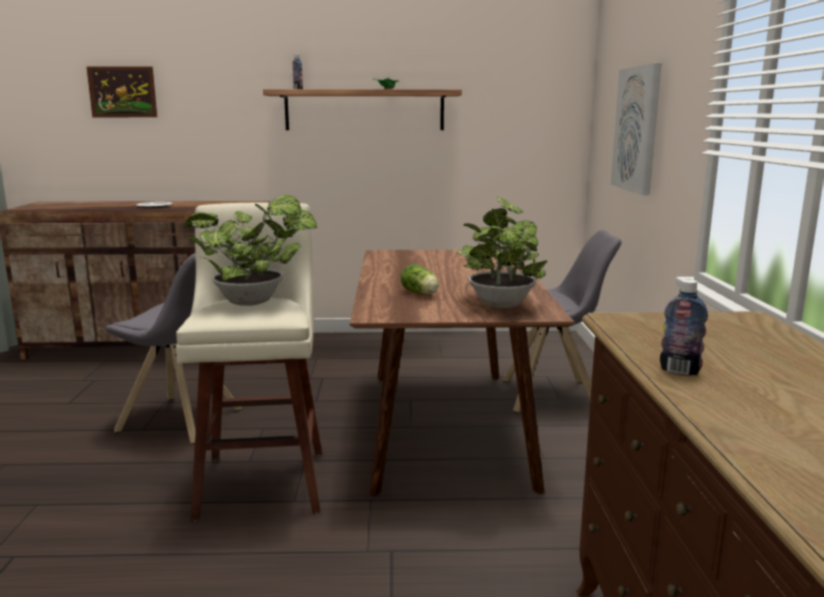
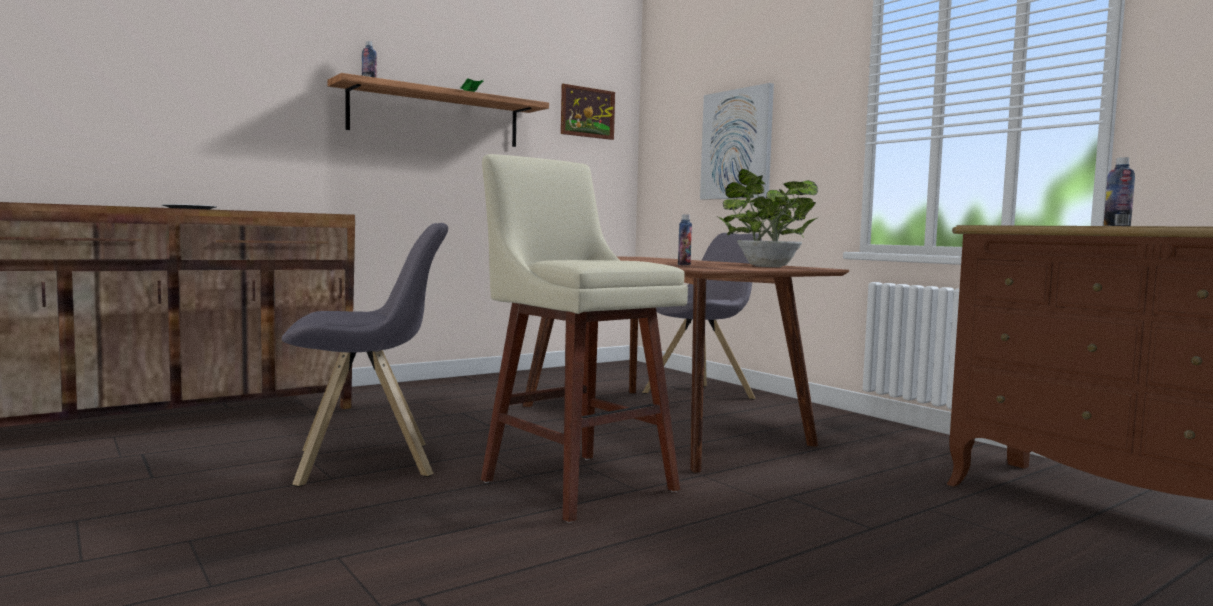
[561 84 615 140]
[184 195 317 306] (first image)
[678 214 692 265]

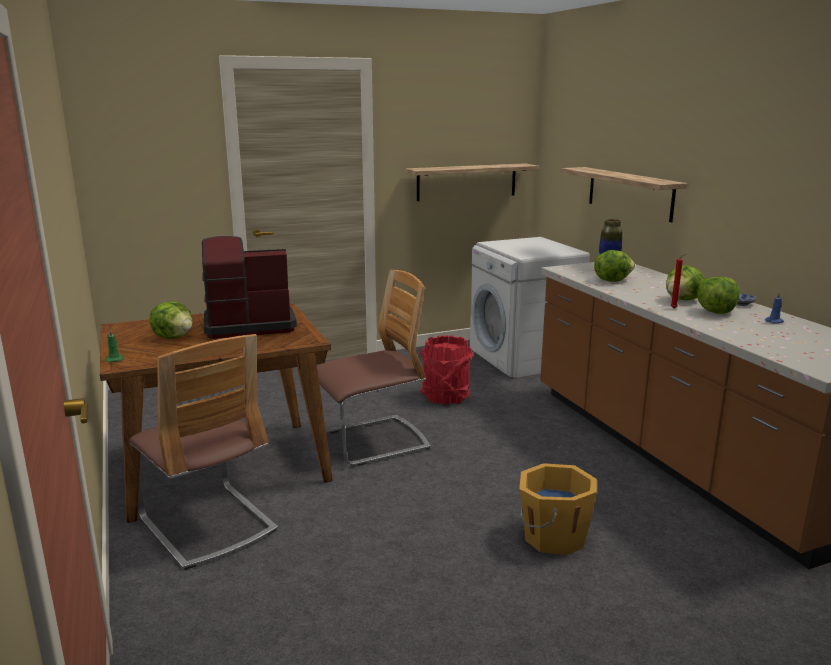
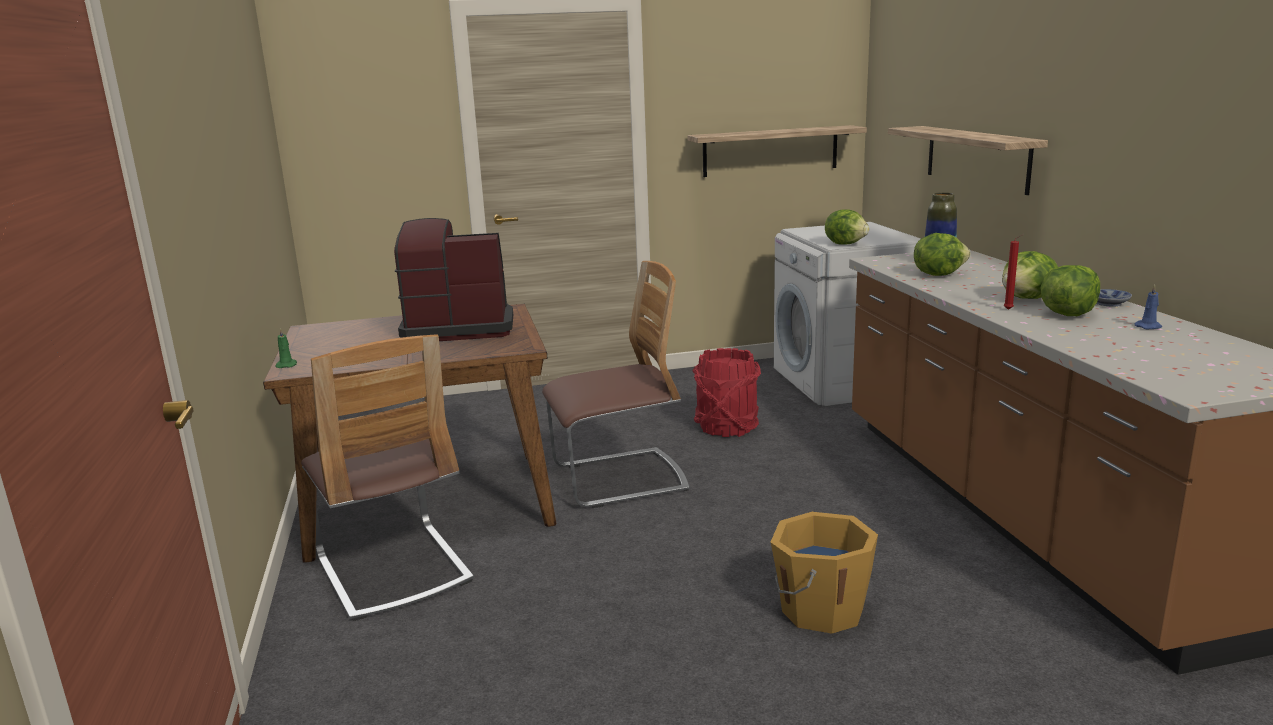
[825 209 869 245]

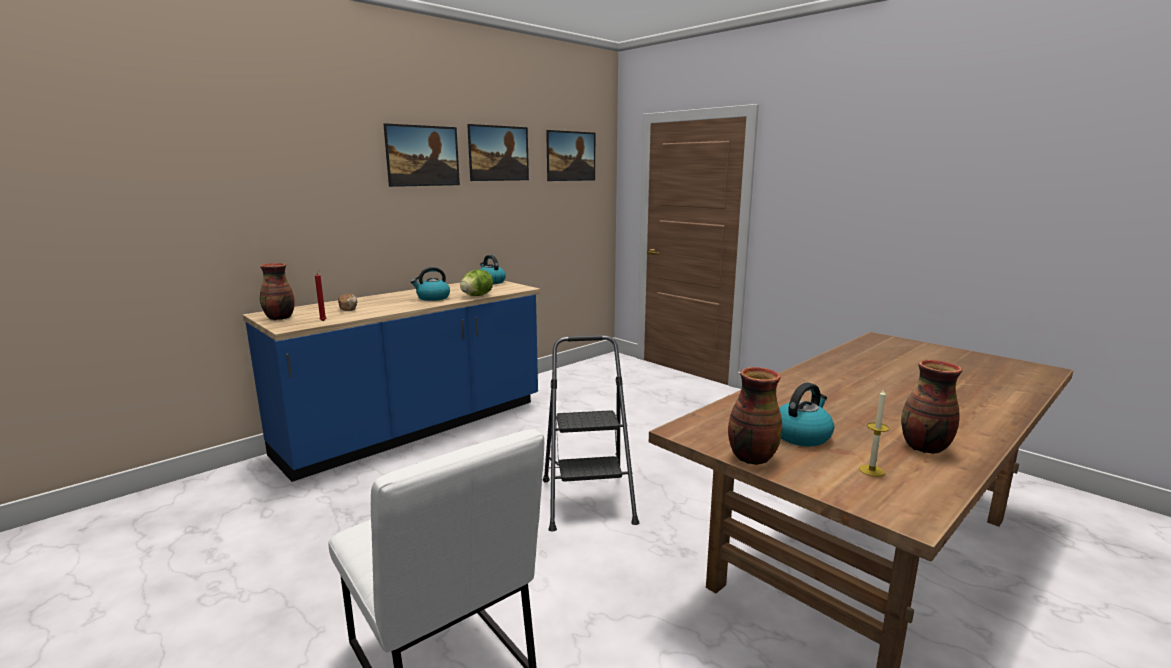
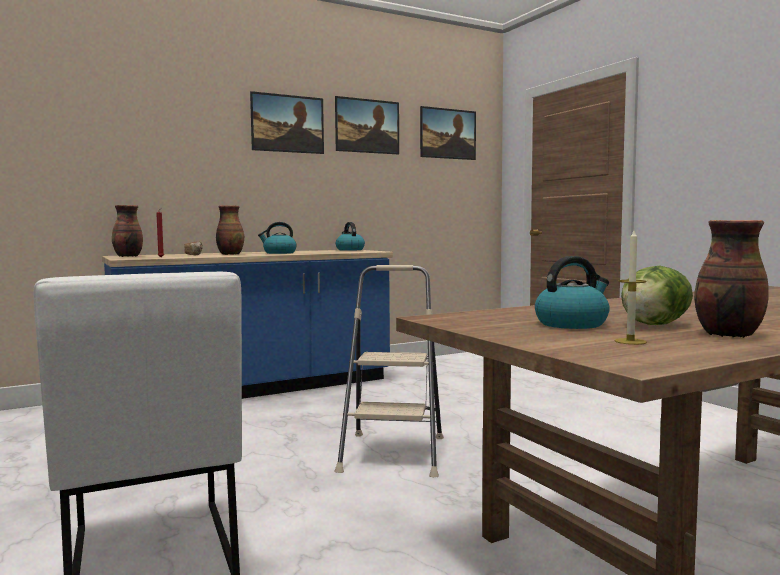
[621 266 693 325]
[334 265 444 477]
[216 206 244 255]

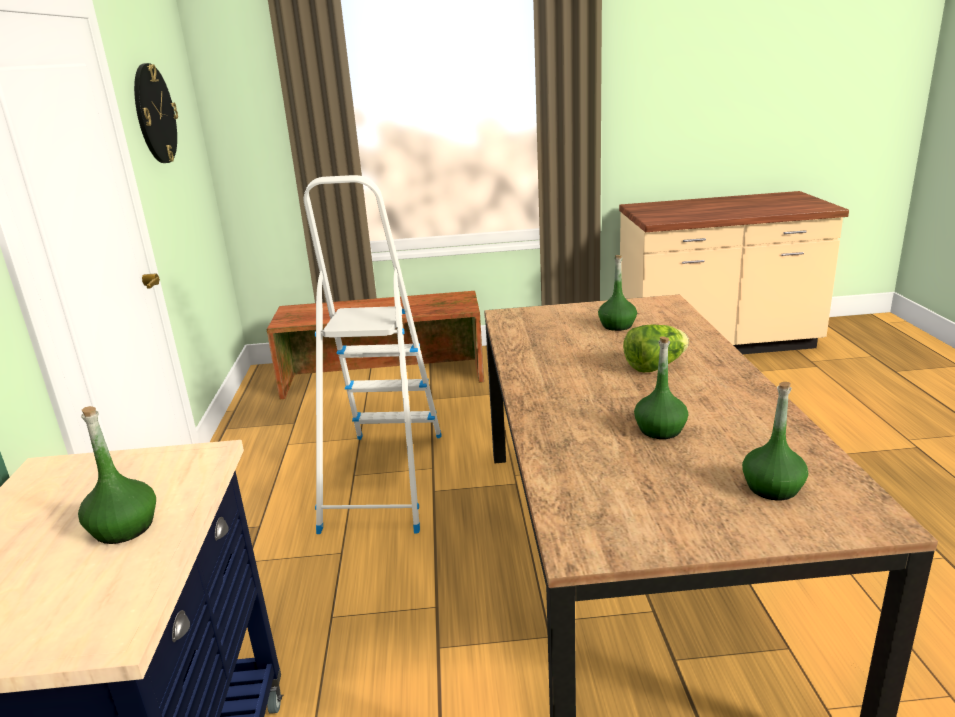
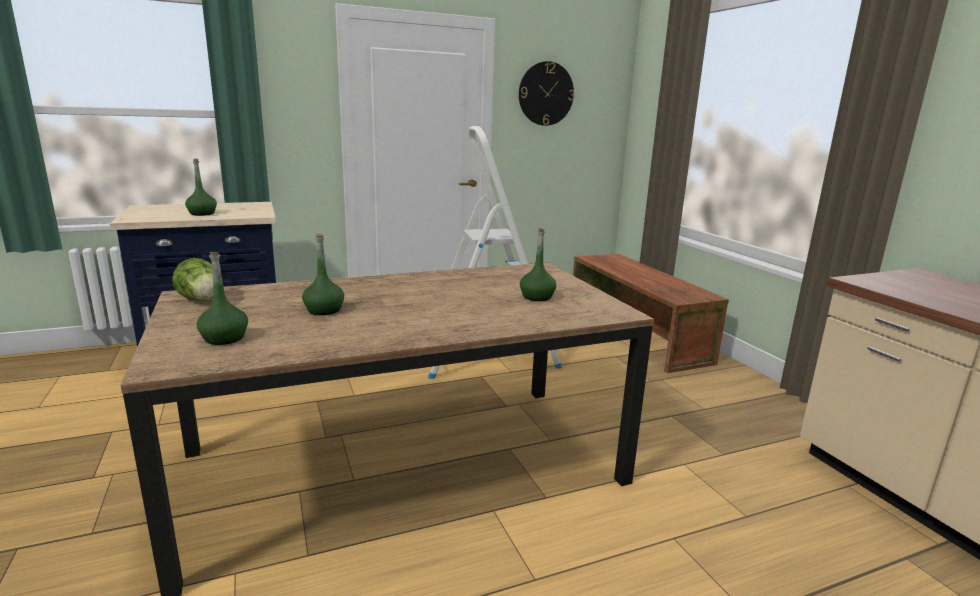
[172 258 214 301]

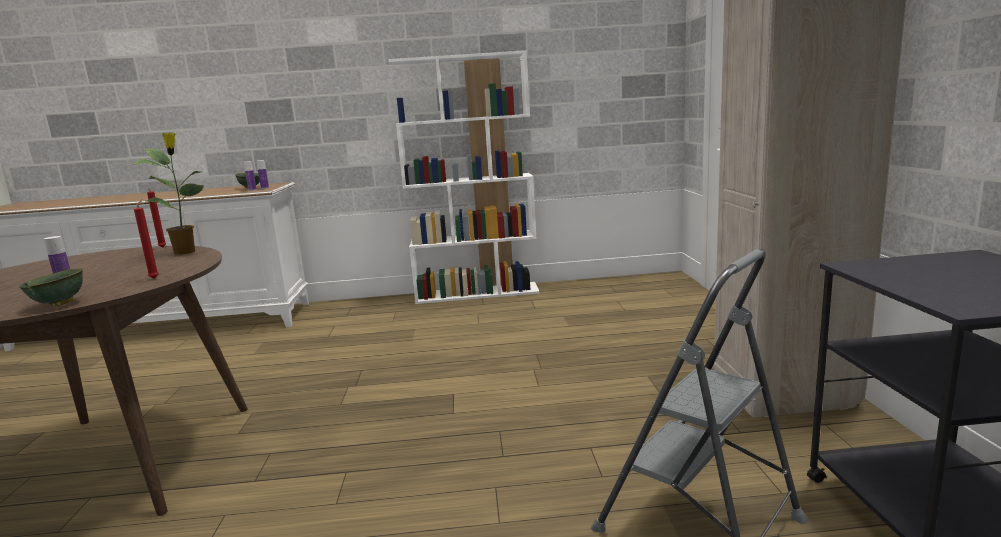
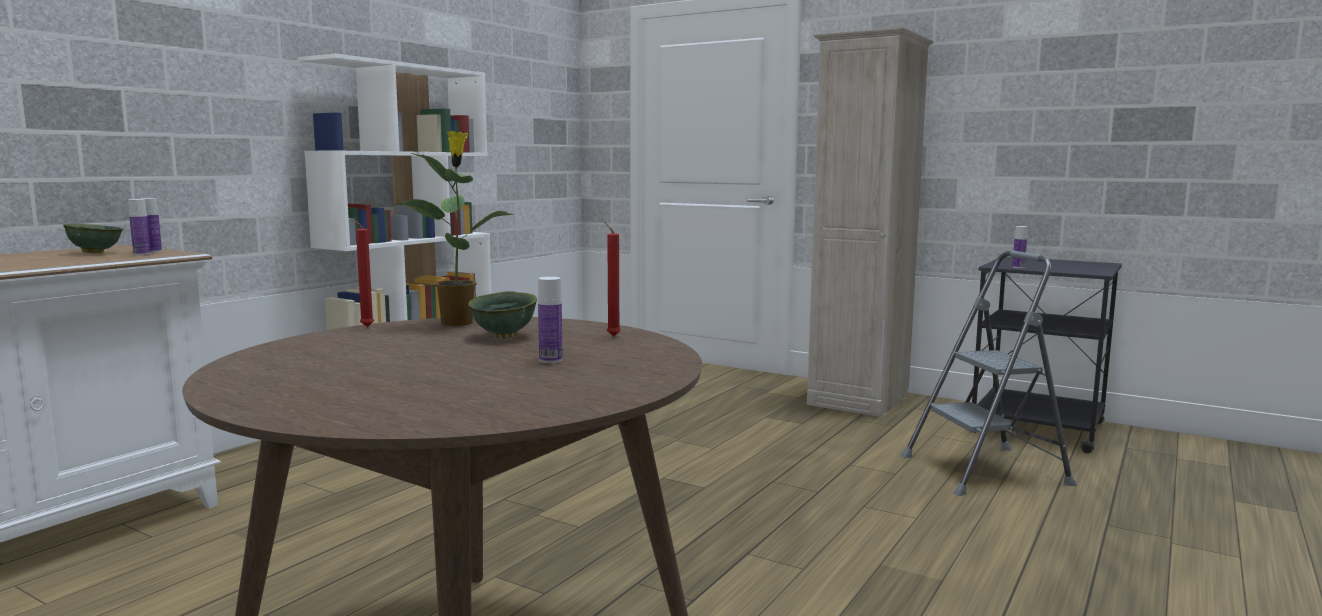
[468 292 537 338]
[1012 226 1028 268]

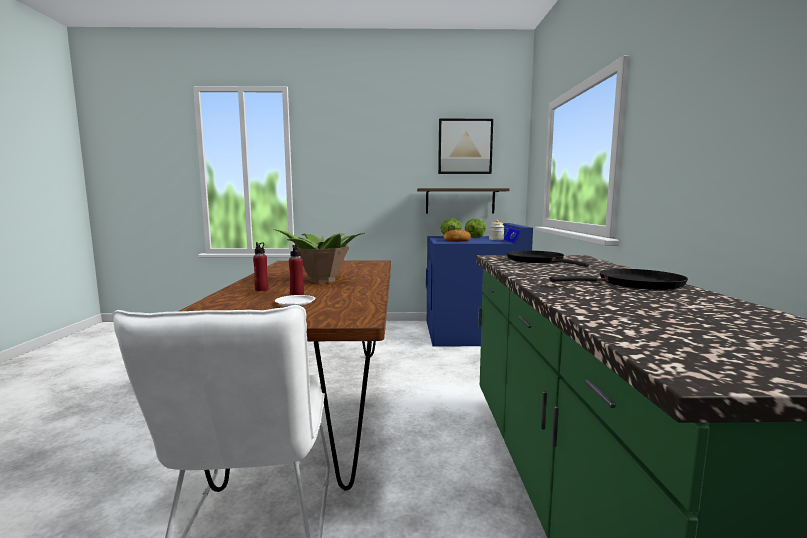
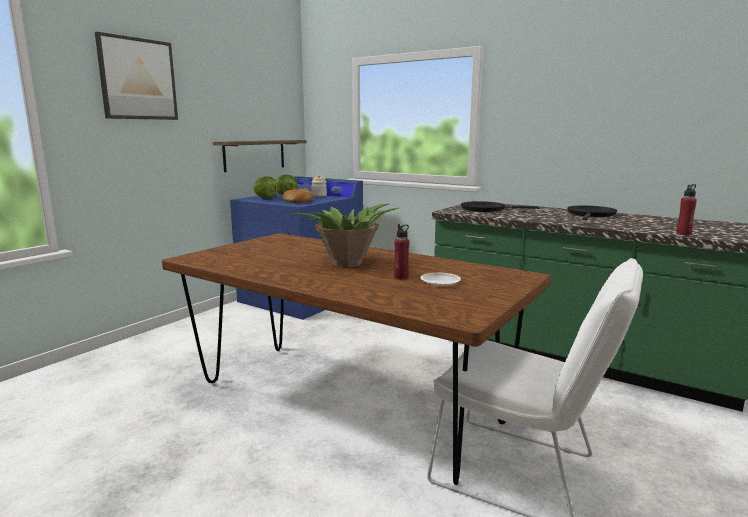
[676 184 697 235]
[95 32 178 120]

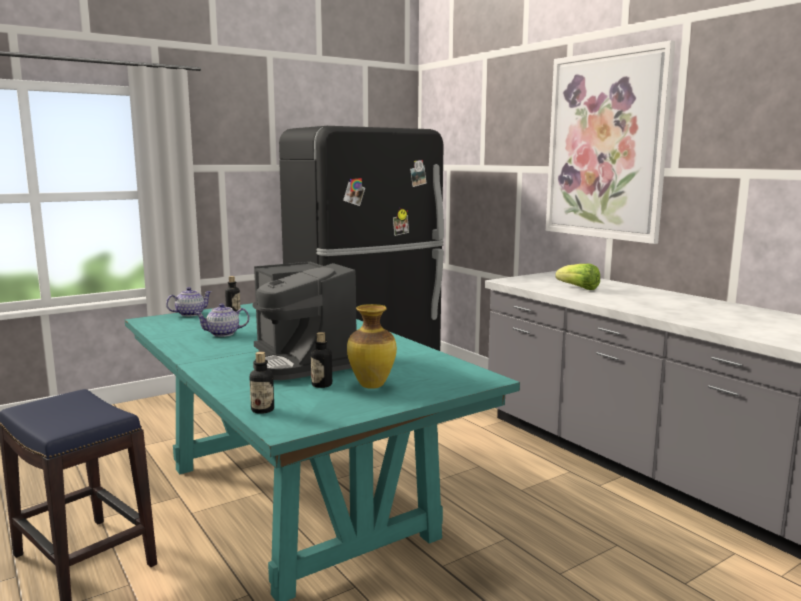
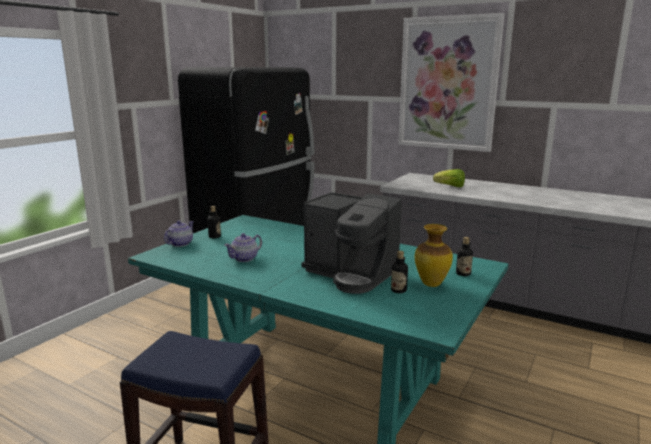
[456 237 473 276]

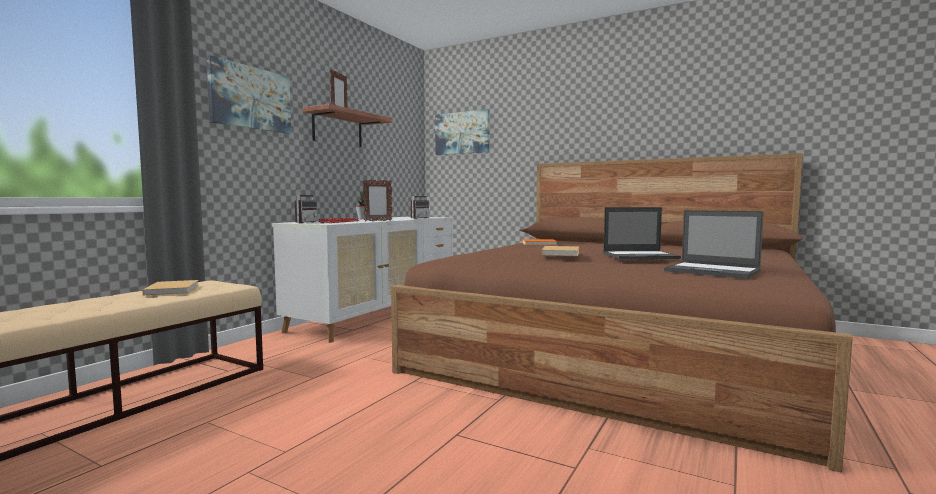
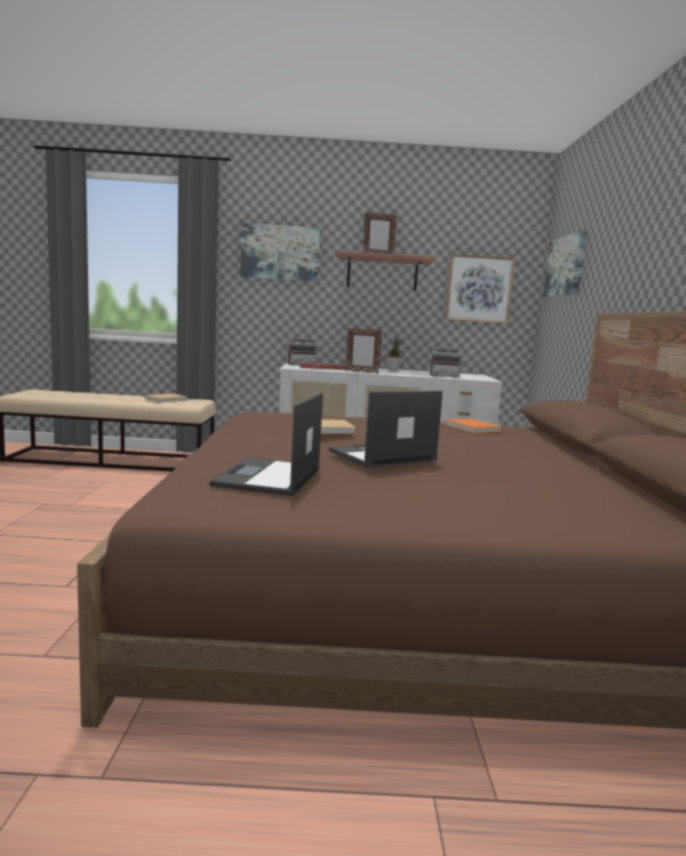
[329 391 443 467]
[445 254 515 323]

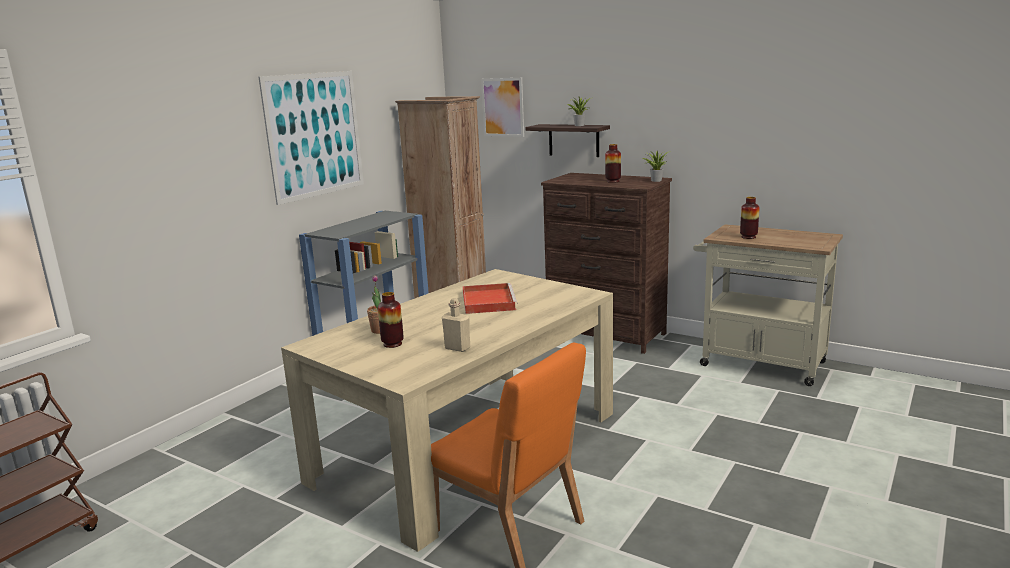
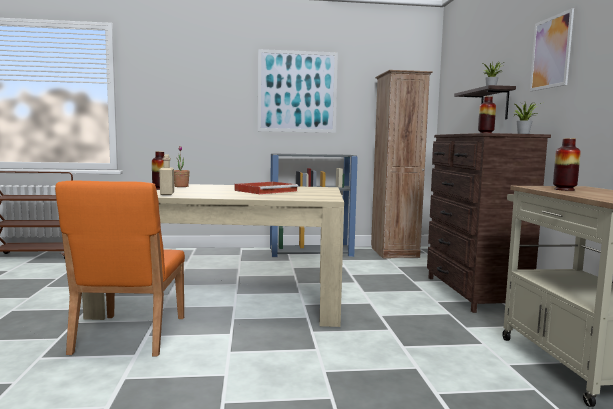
[530 8 574 91]

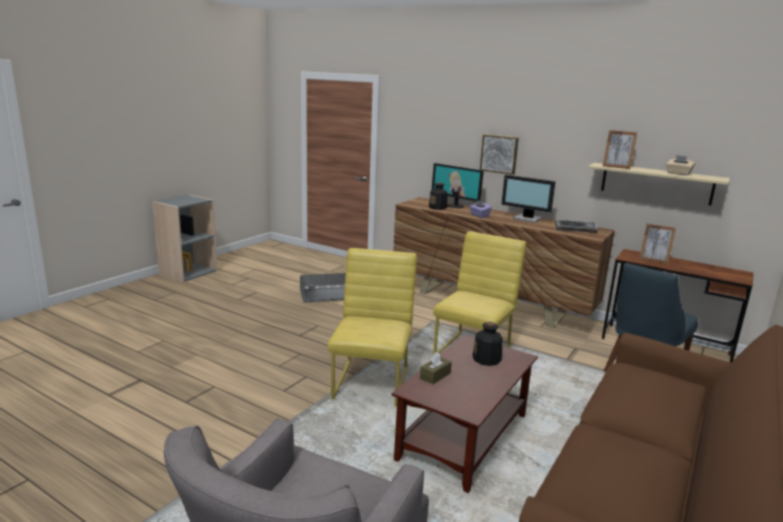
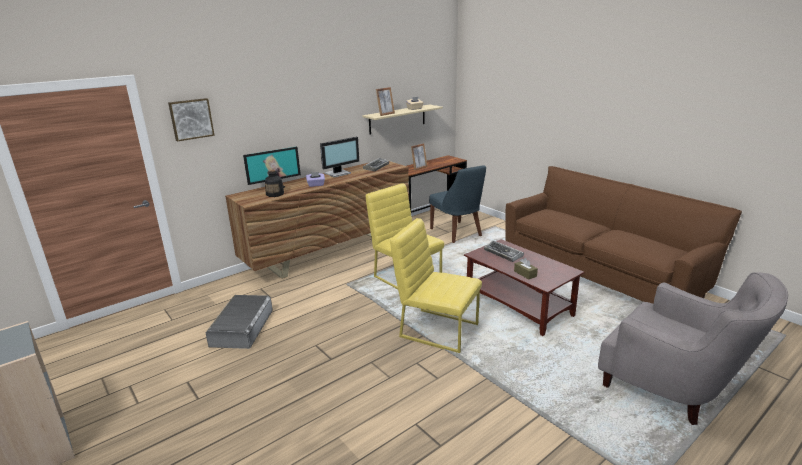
[484 240 524 262]
[168 98 215 142]

